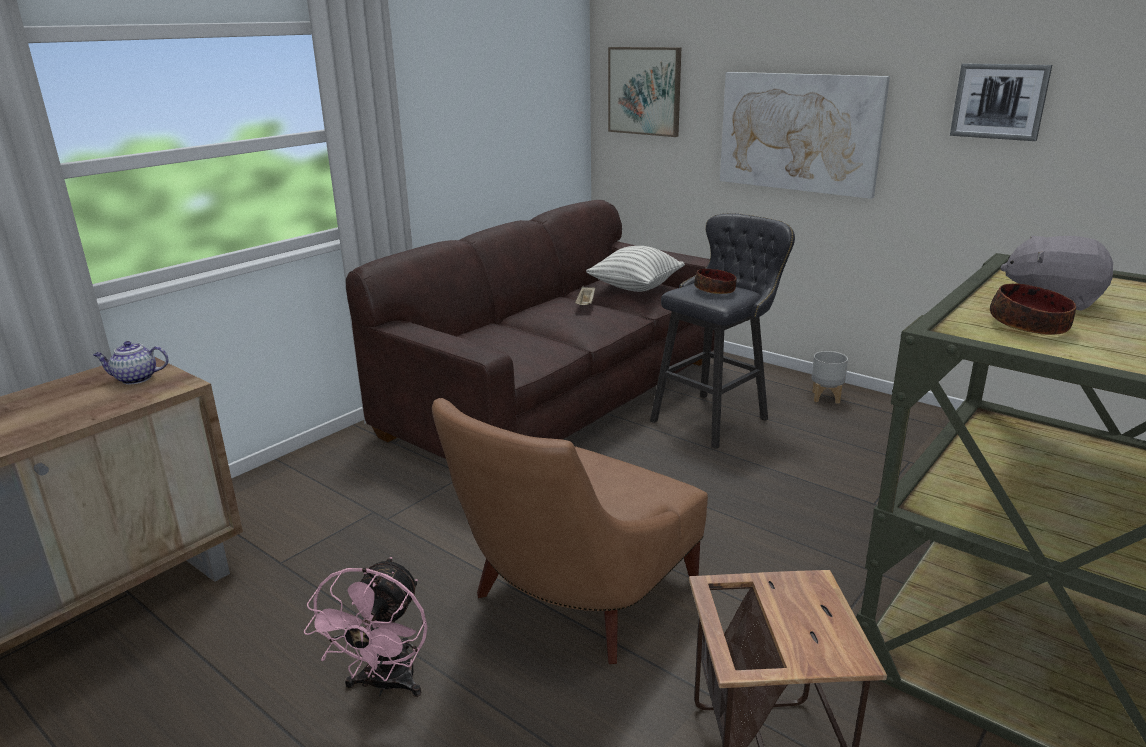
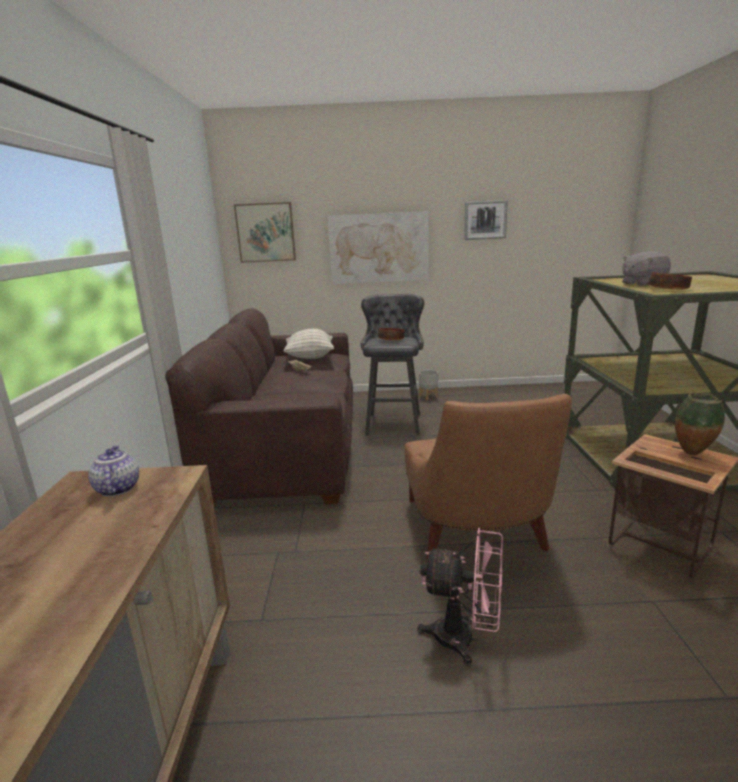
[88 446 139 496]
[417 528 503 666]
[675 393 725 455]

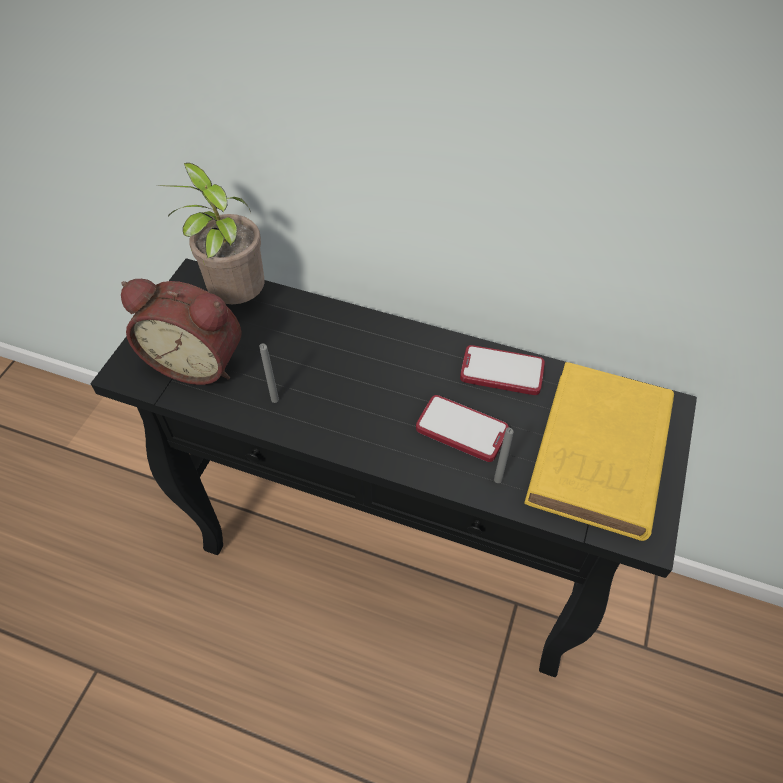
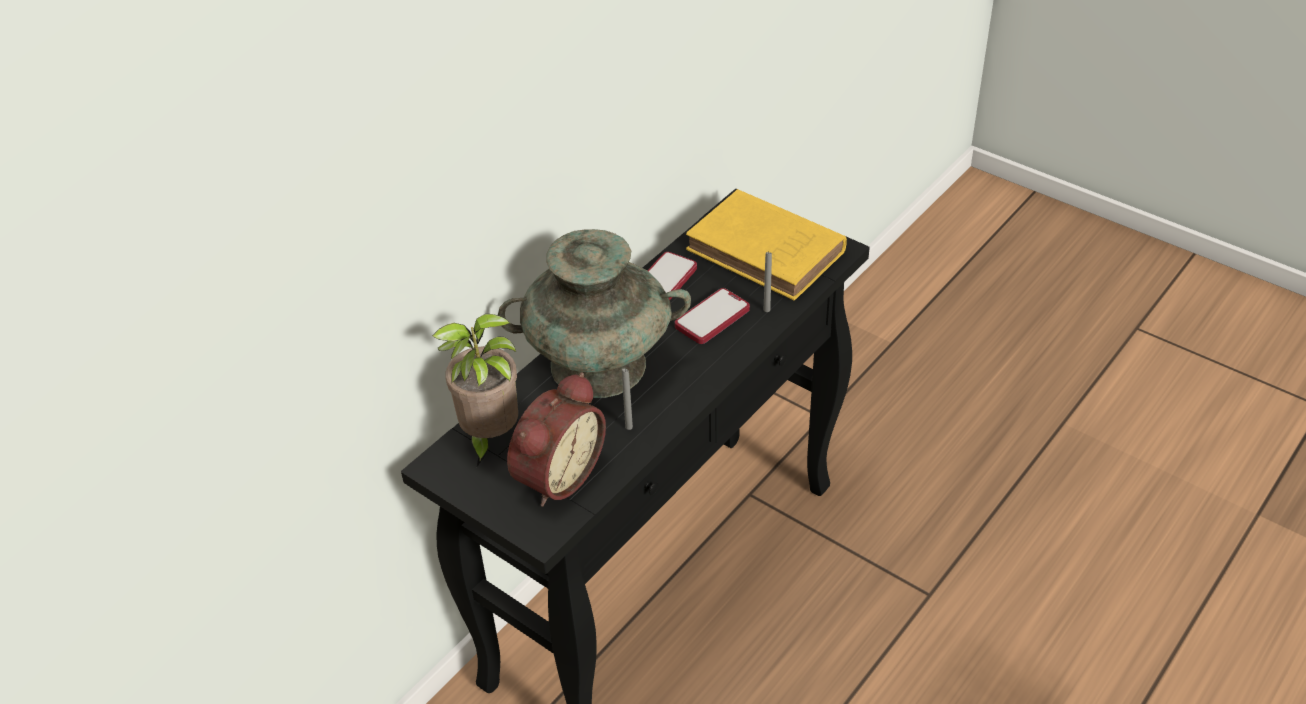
[498 229 691 398]

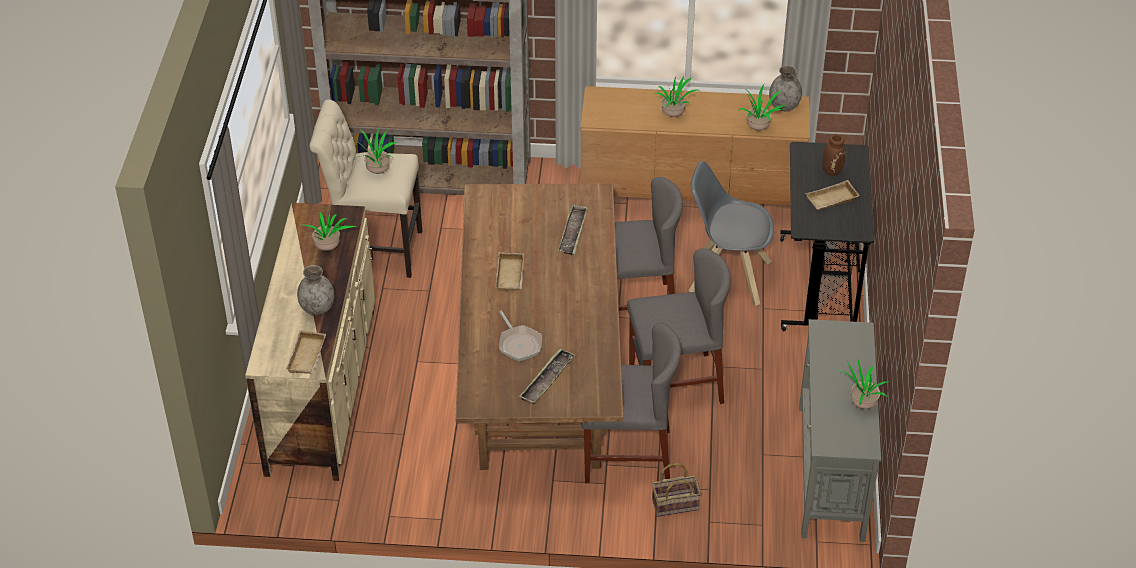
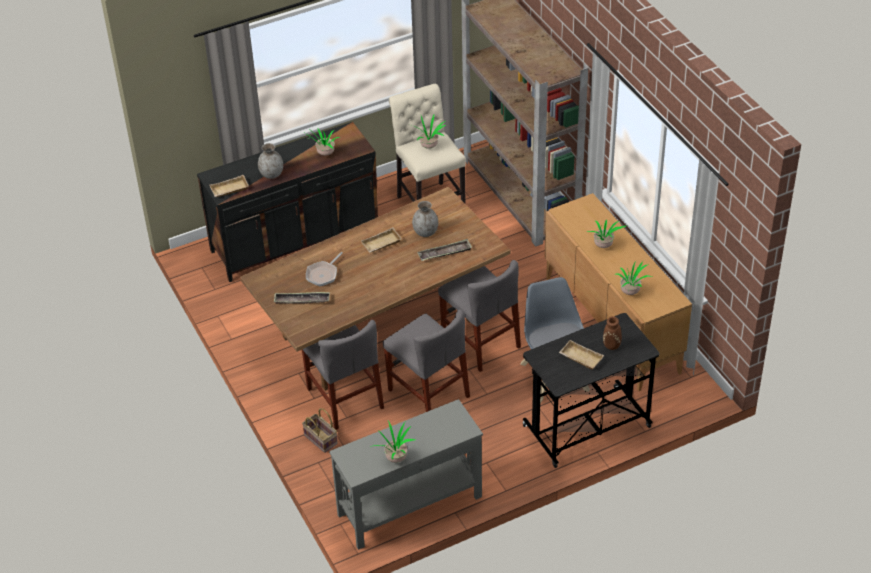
[197 122 378 282]
[412 201 438 237]

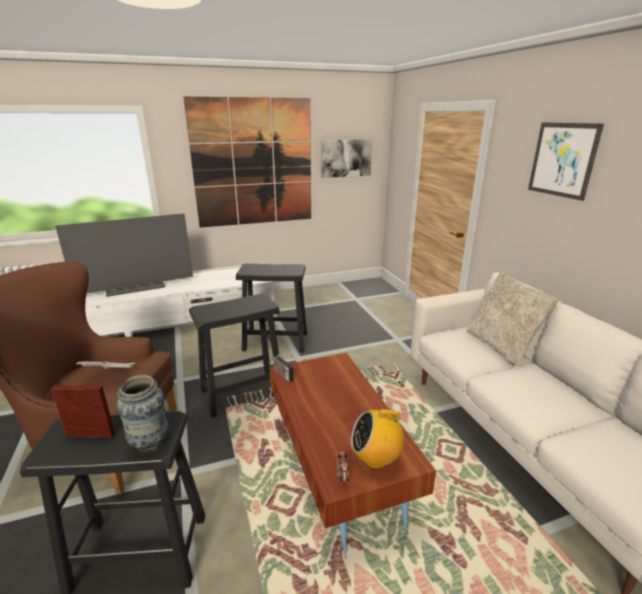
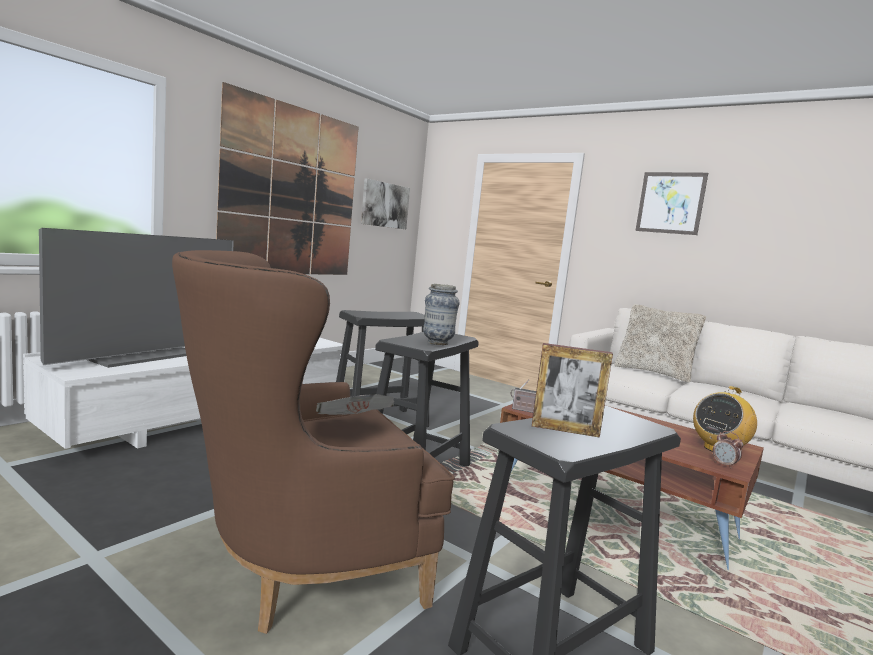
[532 343 613 438]
[423 284 460 345]

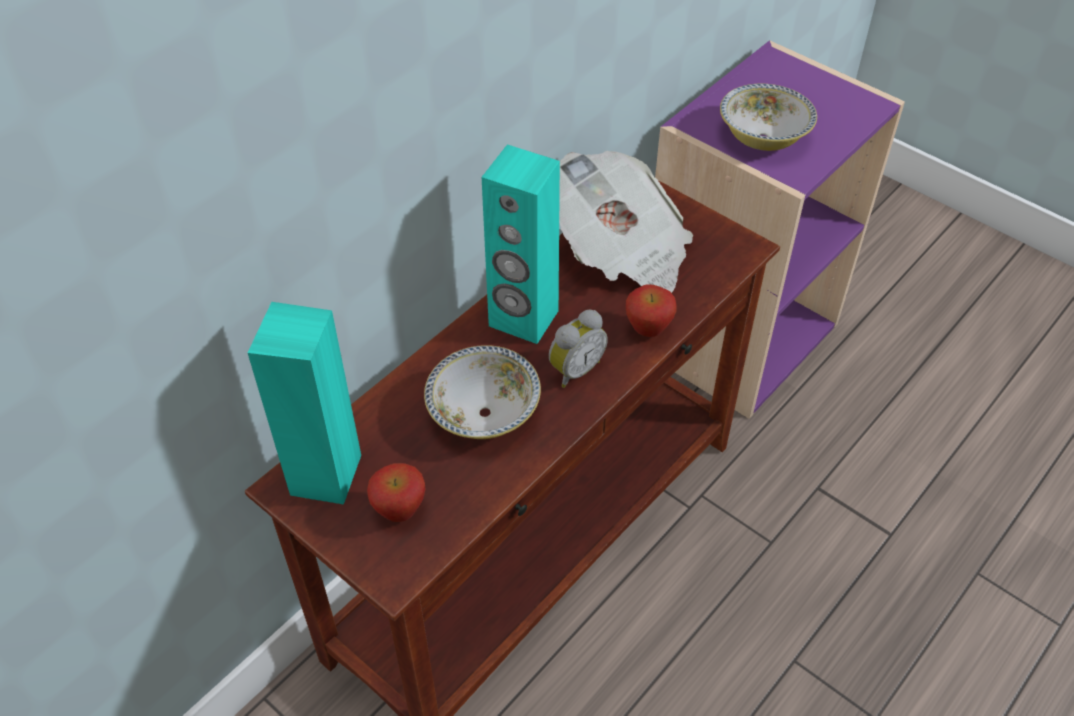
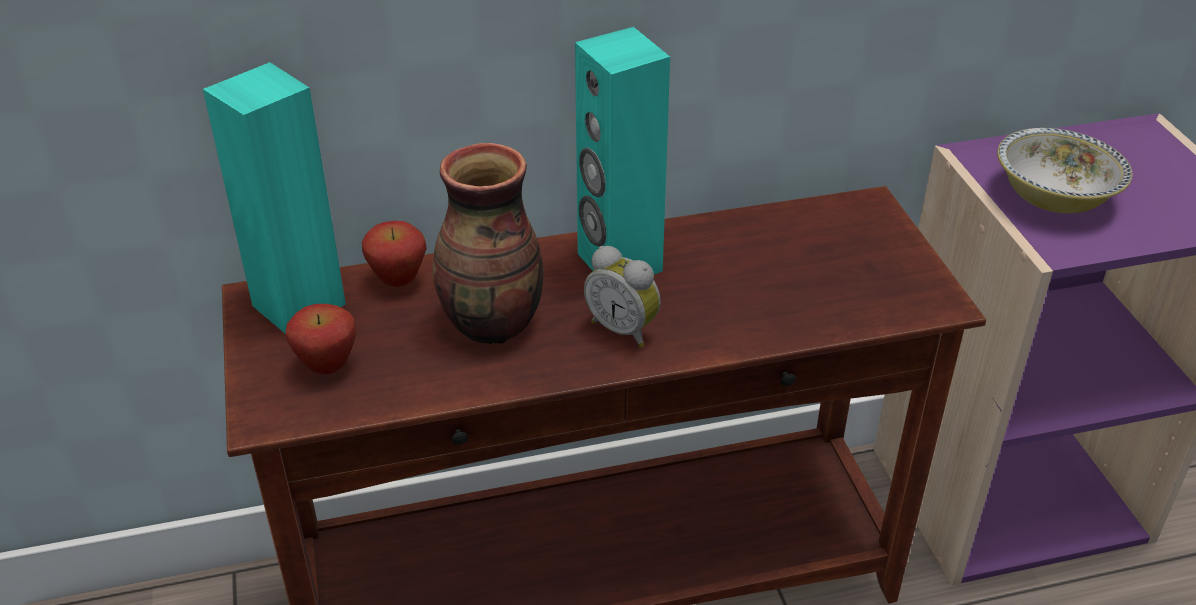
[432 143 544 344]
[584 246 661 348]
[559 151 693 293] (first image)
[362 221 427 287]

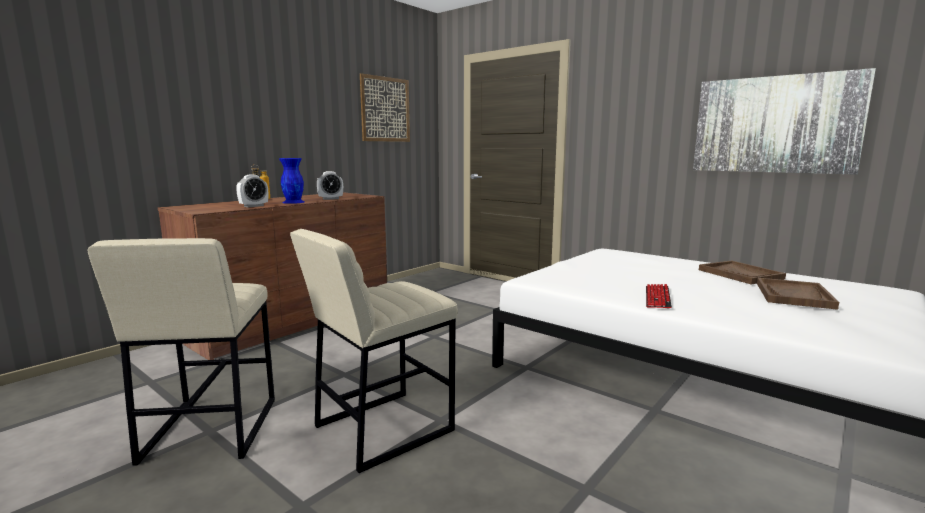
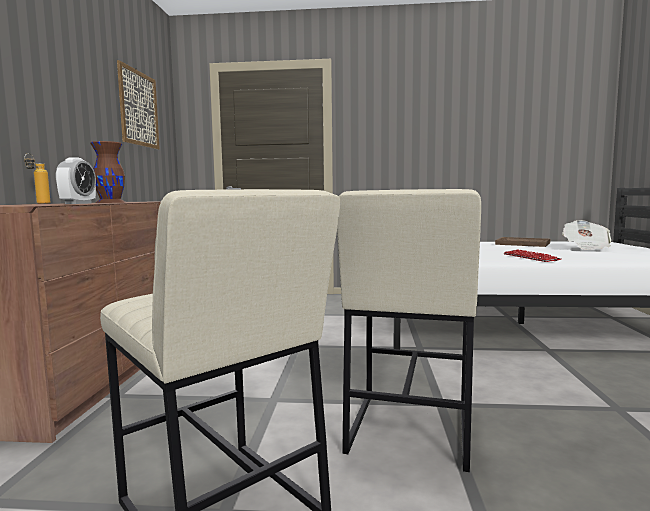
[90 141 127 203]
[317 171 343 200] (first image)
[693 68 876 175] (first image)
[562 220 611 250]

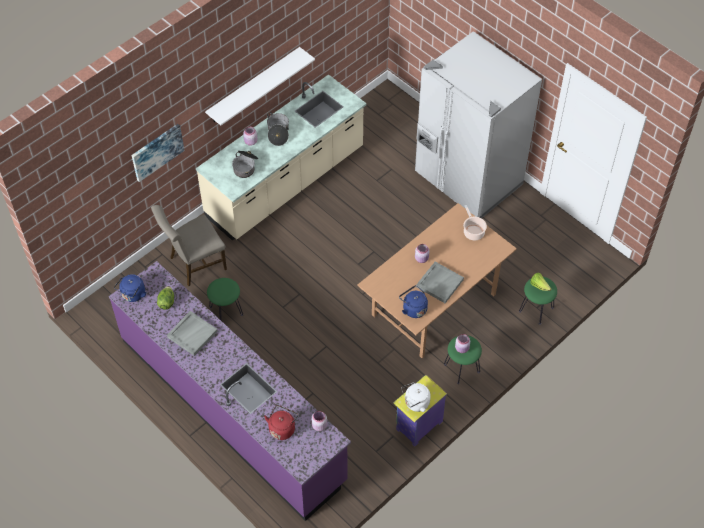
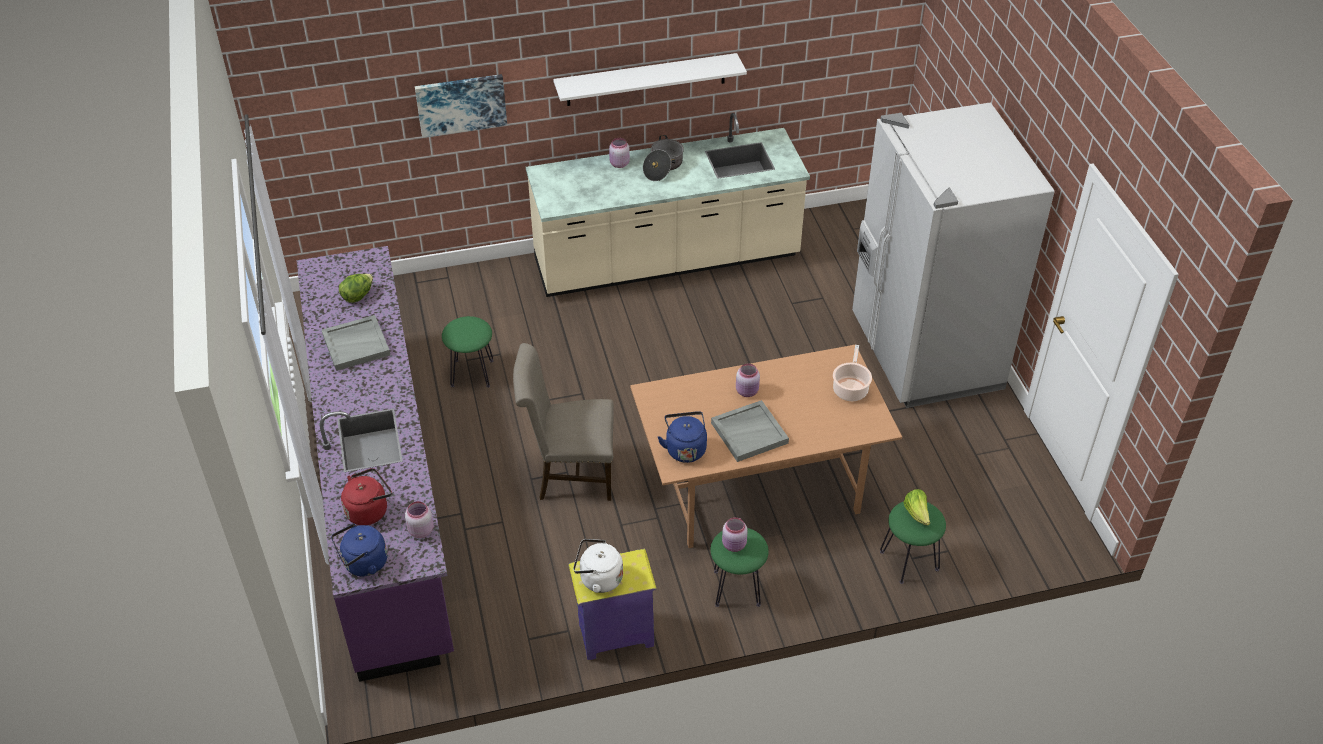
[331 524 387 576]
[513 343 614 501]
[232 151 258 178] (first image)

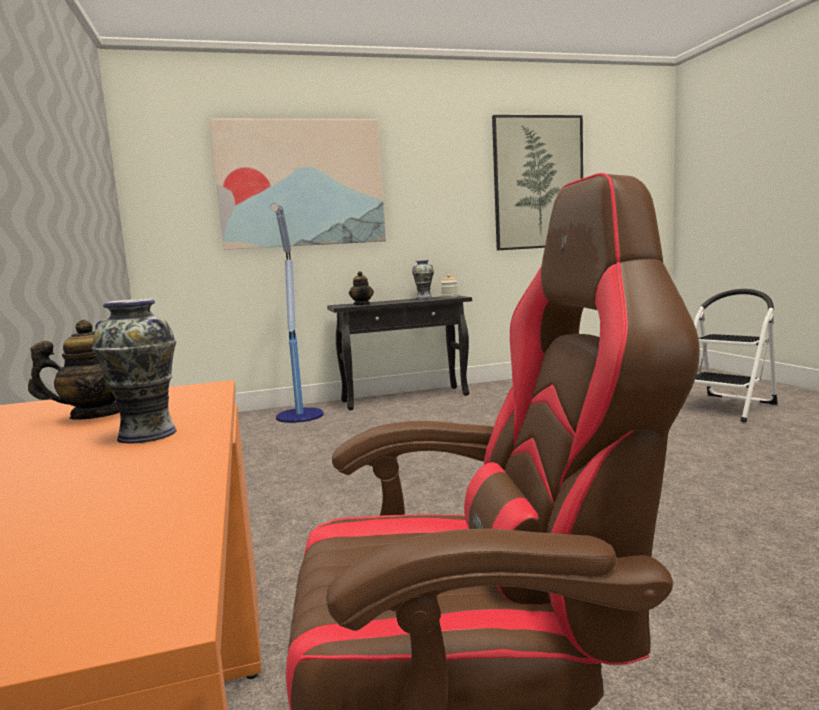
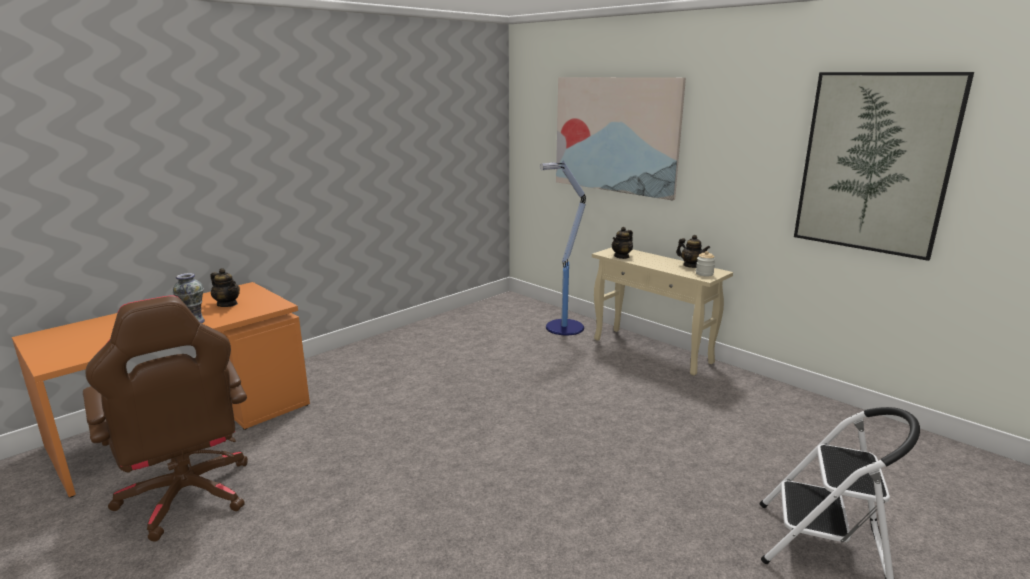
[592 248 733 376]
[676 235 710 268]

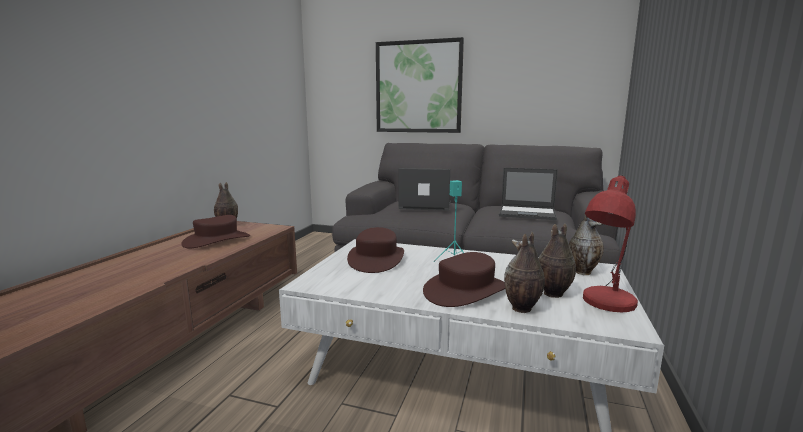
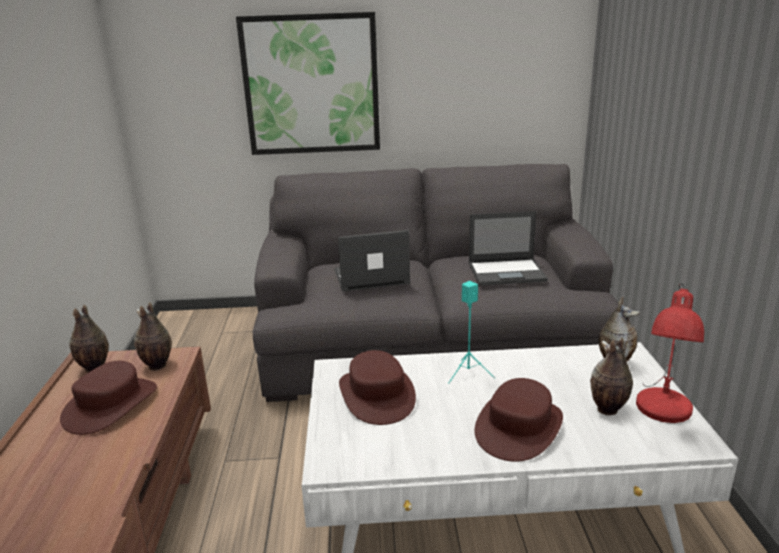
[134 302 172 371]

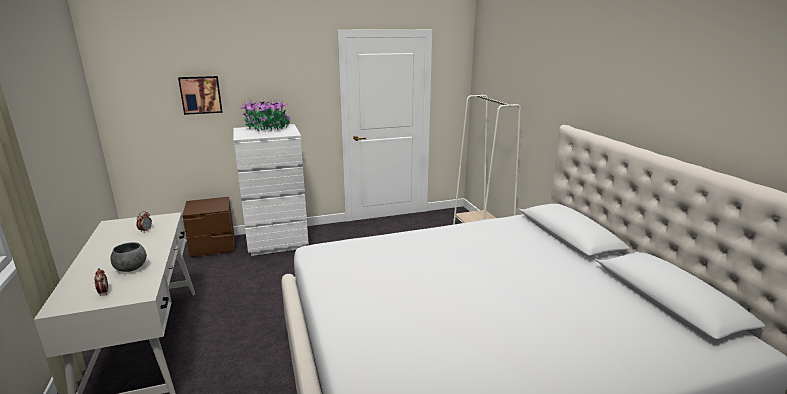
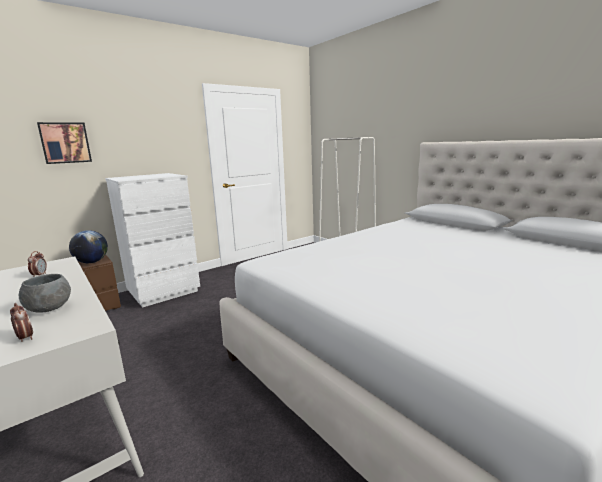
[239 98 292 132] (first image)
[69 230 108 263]

